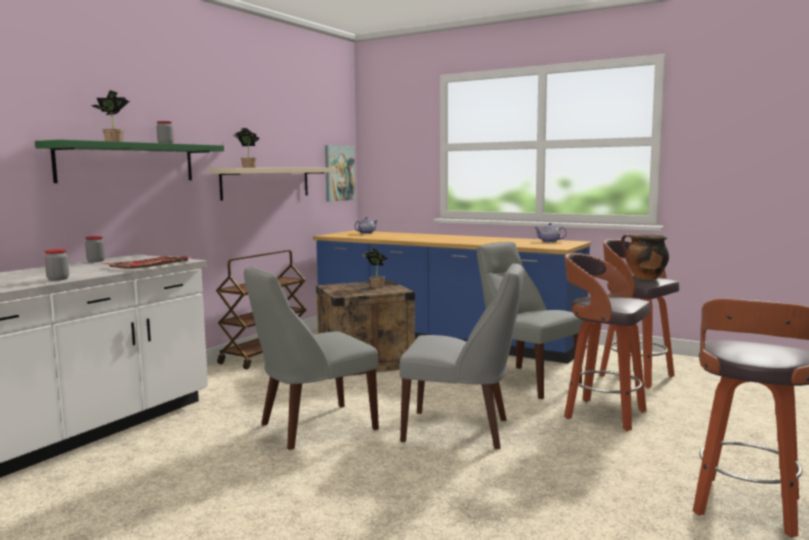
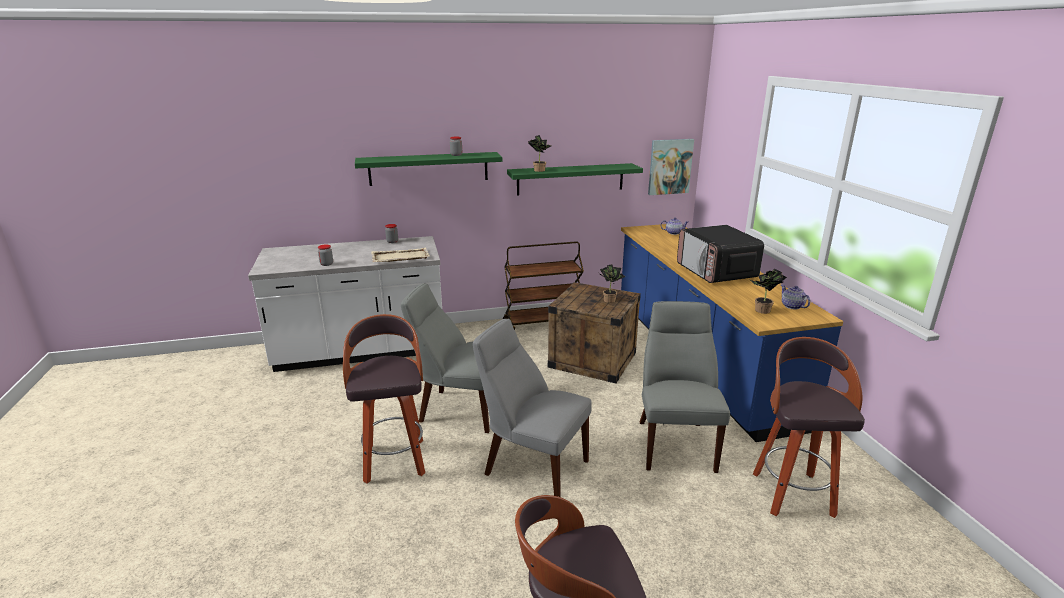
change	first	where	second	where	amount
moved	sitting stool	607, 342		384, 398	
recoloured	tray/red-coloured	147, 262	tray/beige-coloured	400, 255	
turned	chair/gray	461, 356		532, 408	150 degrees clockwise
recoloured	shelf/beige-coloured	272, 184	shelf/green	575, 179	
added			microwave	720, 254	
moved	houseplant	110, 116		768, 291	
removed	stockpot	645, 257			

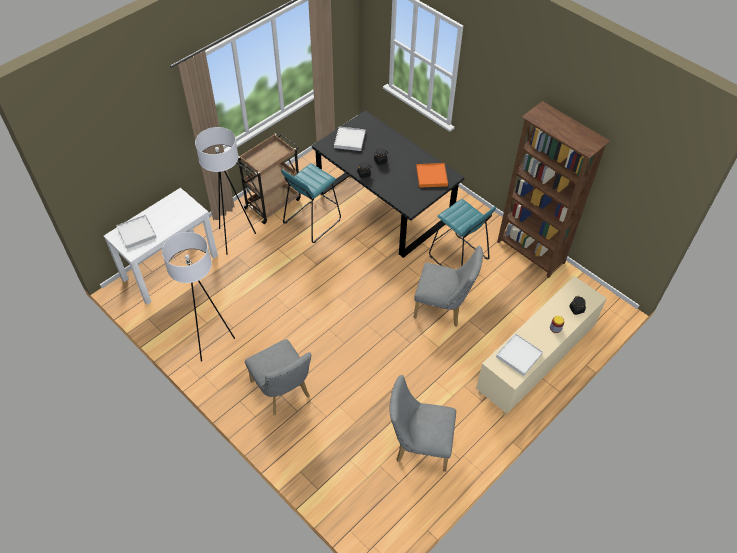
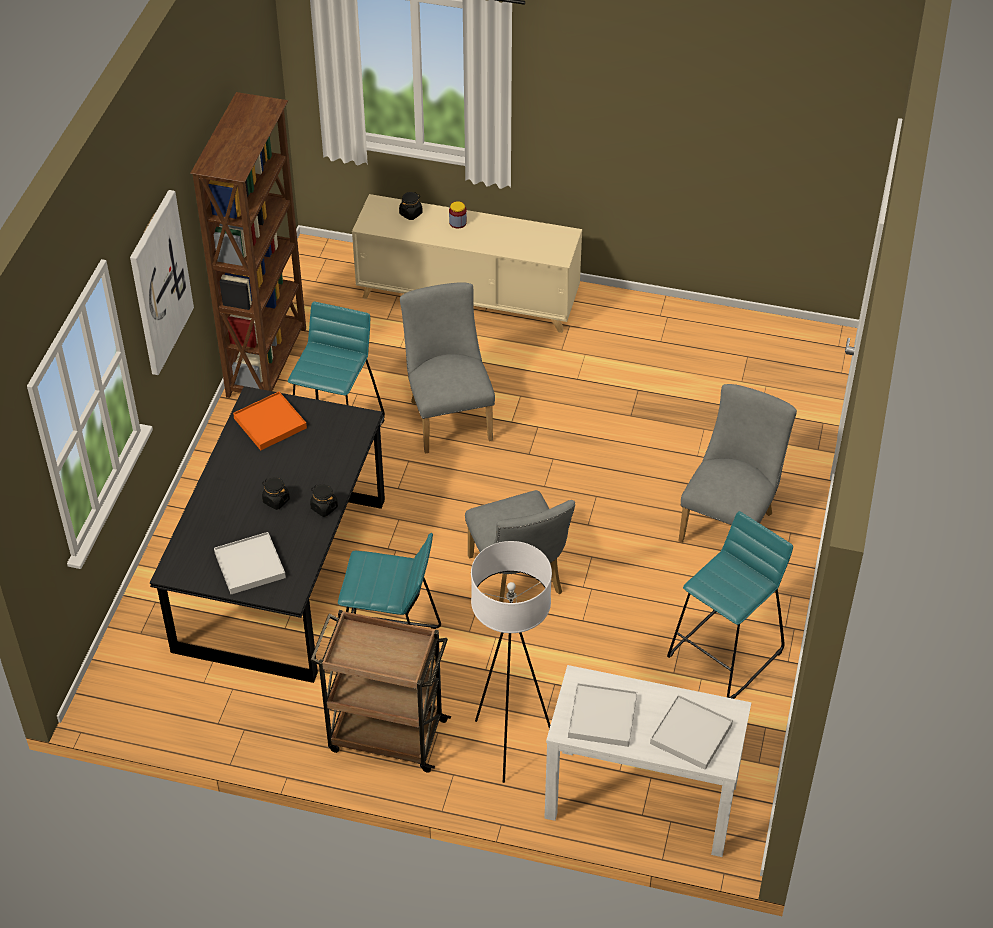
change	first	where	second	where	amount
added			wall picture	162, 282	
moved	chair/gray	422, 423		520, 546	
moved	tray/white-coloured	519, 354		602, 715	
replaced	standing lamp/white-coloured	198, 296	sitting stool/turquoise	730, 605	

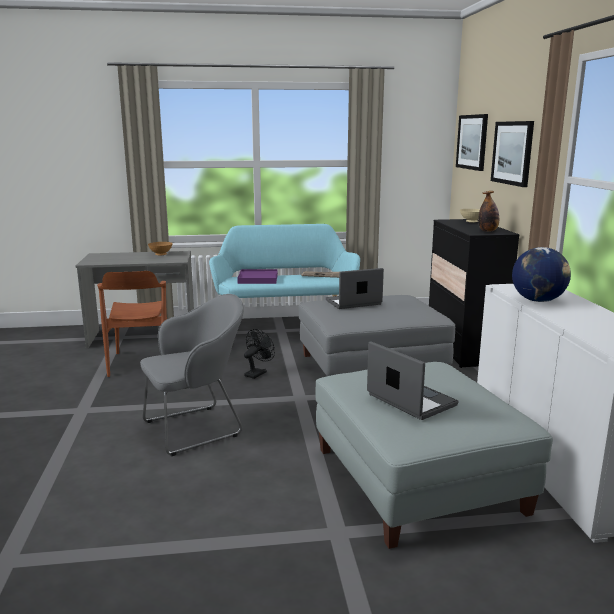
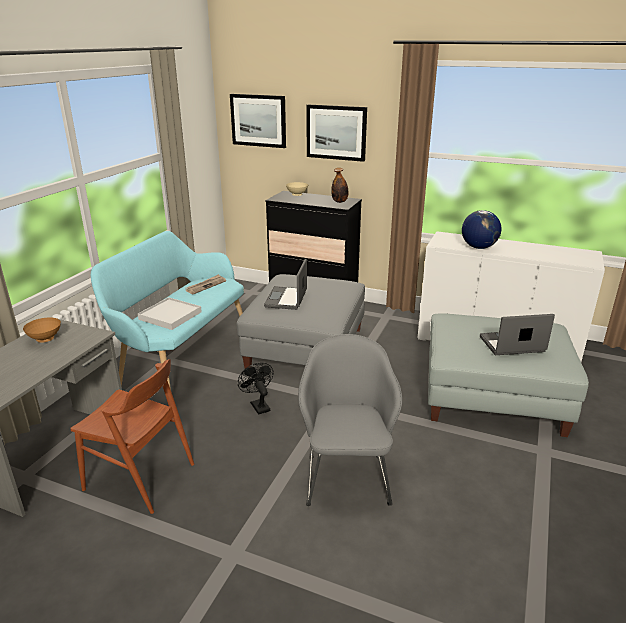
change	first	where	second	where	amount
recoloured	tray/purplish	257, 276	tray/white-coloured	170, 313	

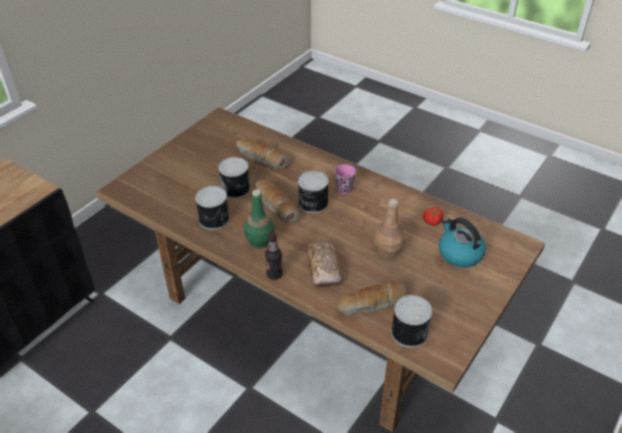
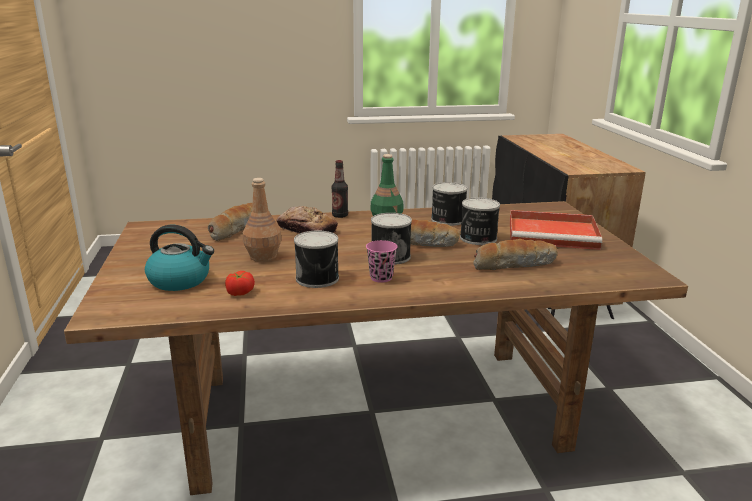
change	first	where	second	where	amount
moved	metal can	411, 321		316, 259	
added			tray/red-coloured	556, 230	

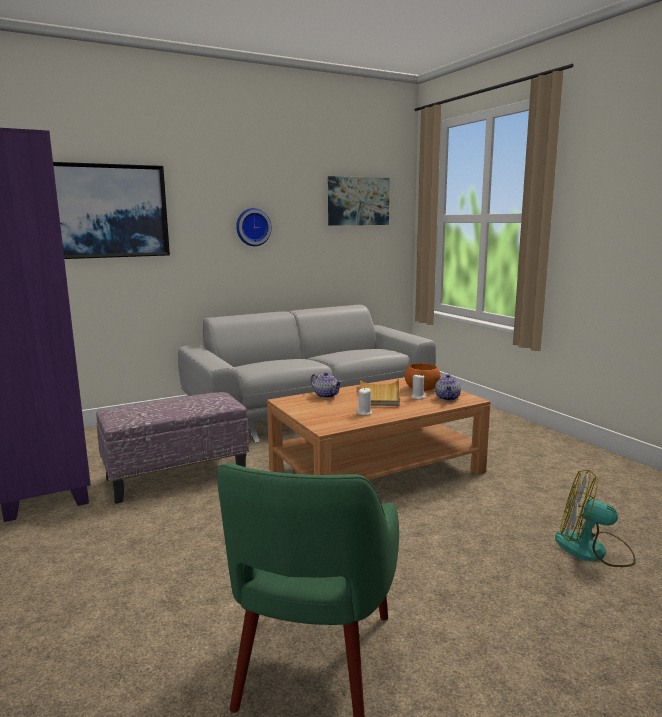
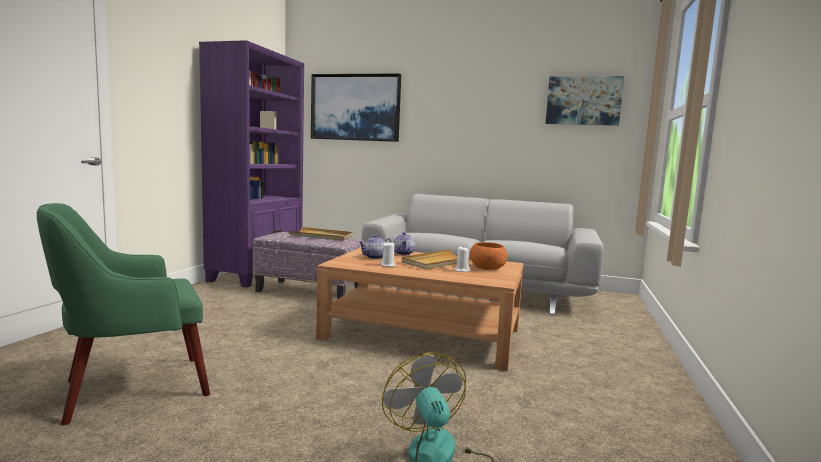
change	first	where	second	where	amount
added			tray/beige-coloured	320, 234	
moved	tea pot	448, 387		375, 247	
removed	hanging clock	254, 227			

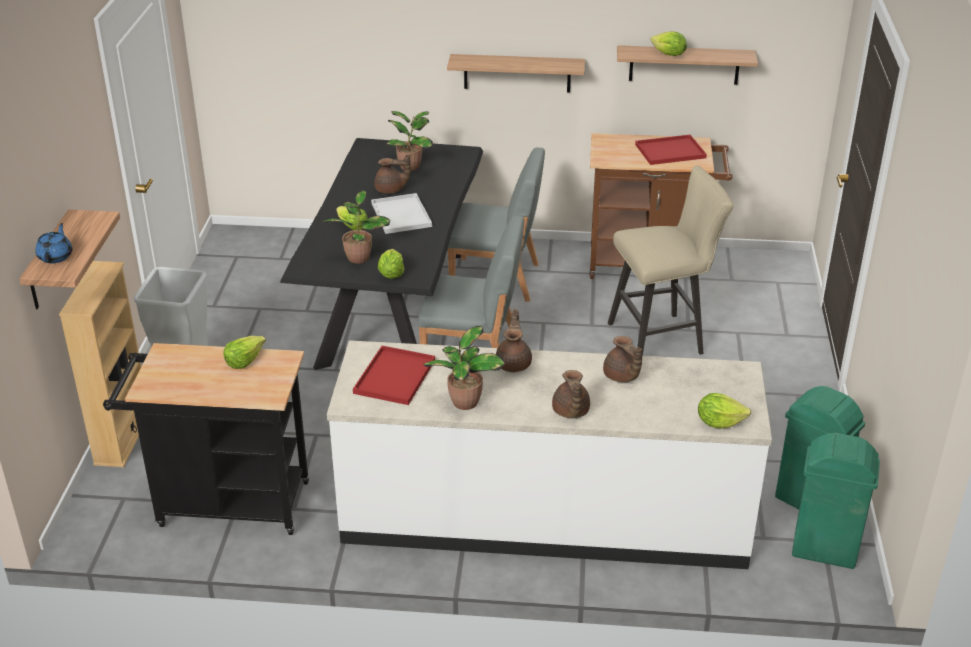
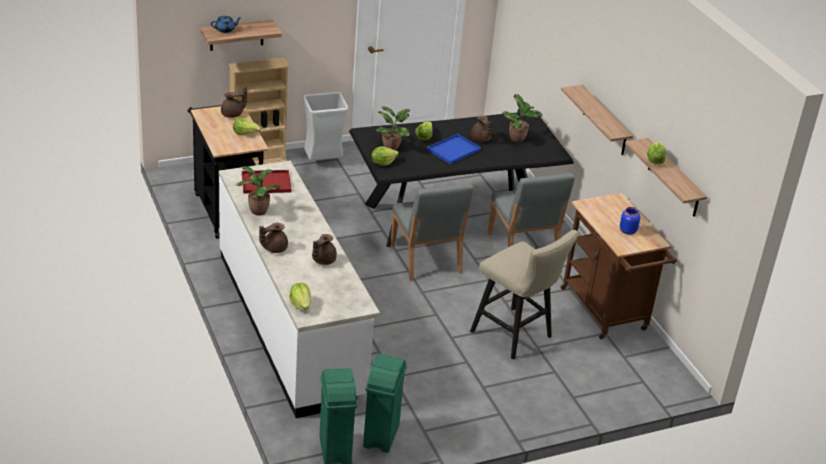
change	first	where	second	where	amount
moved	tea pot/brown-coloured	514, 340		234, 102	
recoloured	tray/white-coloured	401, 213	tray/blue-coloured	454, 149	
replaced	tray/red-coloured	671, 150	jar/blue-coloured	630, 221	

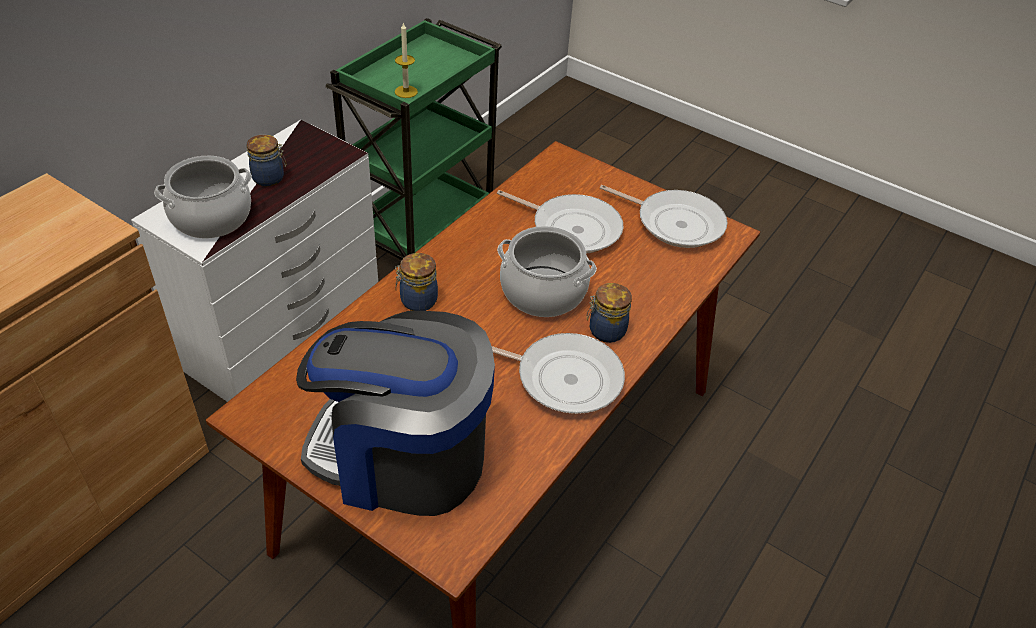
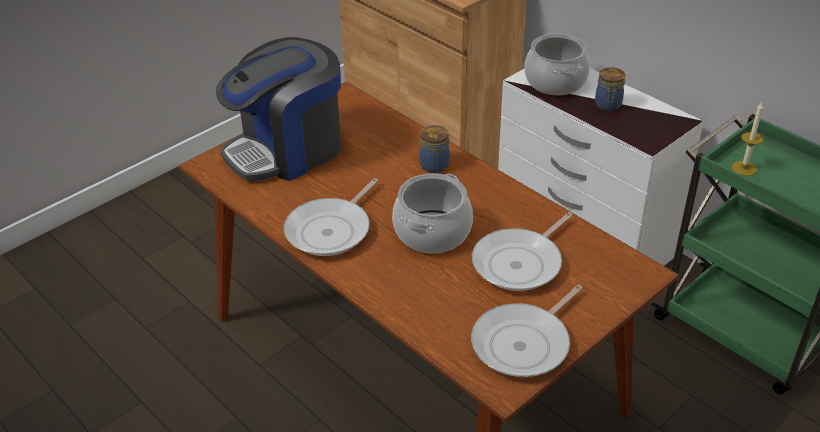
change	first	where	second	where	amount
turned	coffee machine	395, 413		278, 109	150 degrees counterclockwise
removed	jar	609, 313			

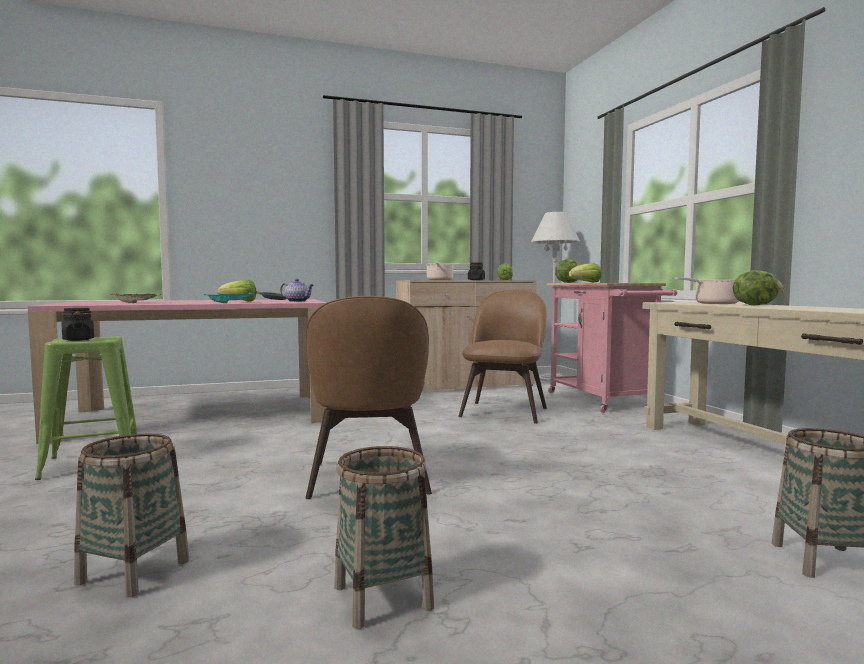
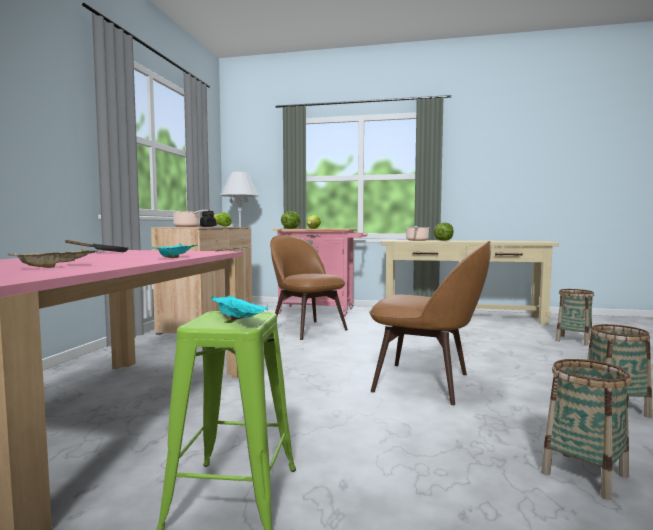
change	first	where	second	where	amount
replaced	jar/black-coloured	78, 324	tray/turquoise	239, 308	
removed	head of lettuce	236, 290			
removed	tea pot	297, 290			

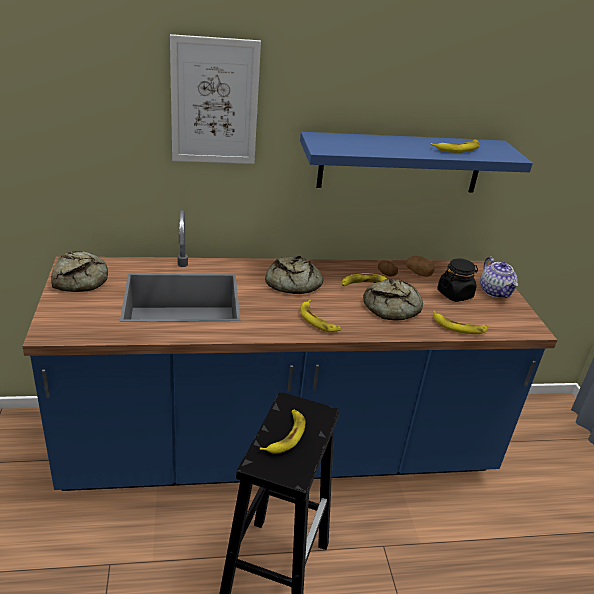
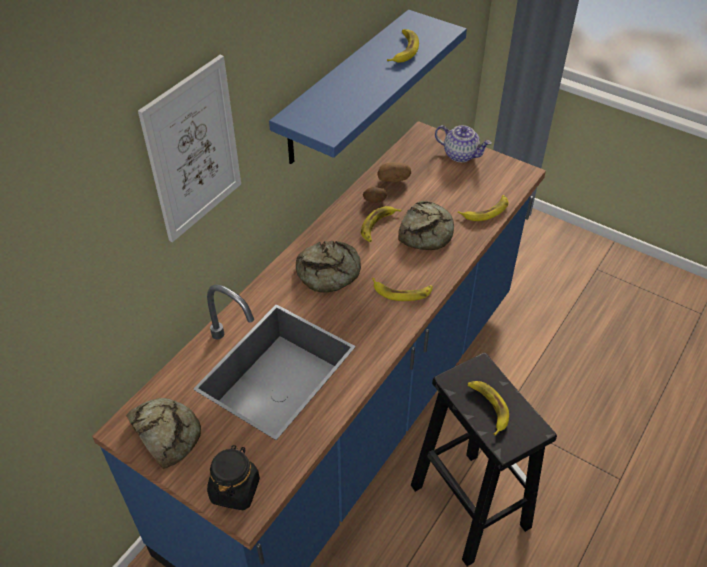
change	first	where	second	where	amount
moved	jar/black-coloured	457, 280		233, 477	

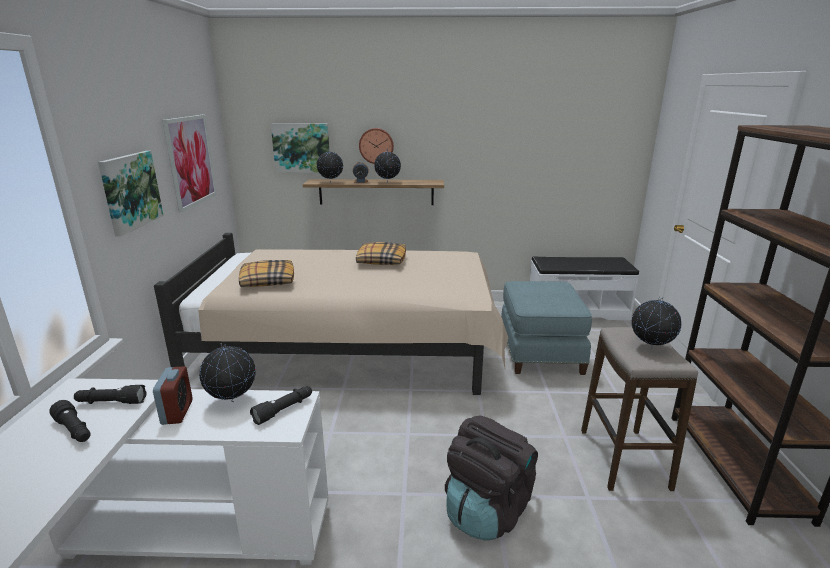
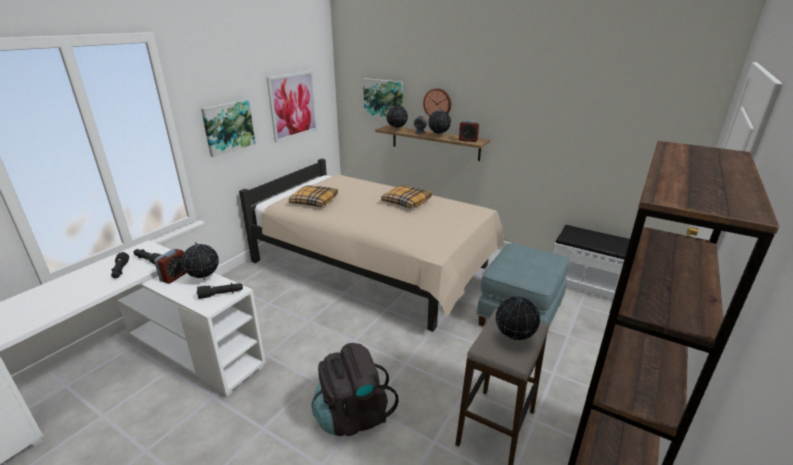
change	first	where	second	where	amount
added			bedside clock	469, 131	

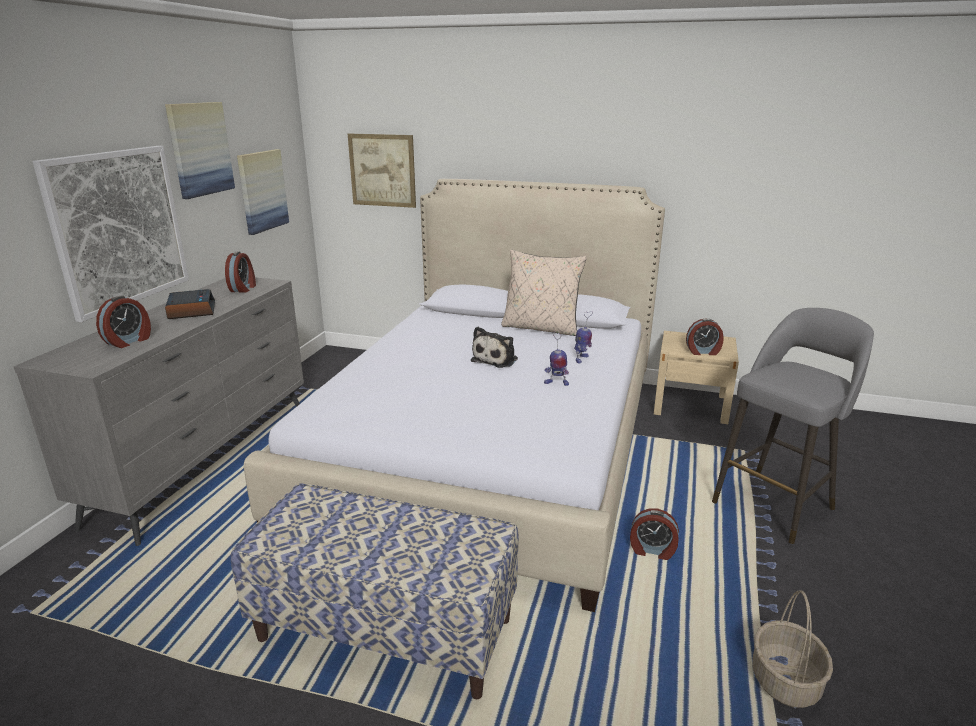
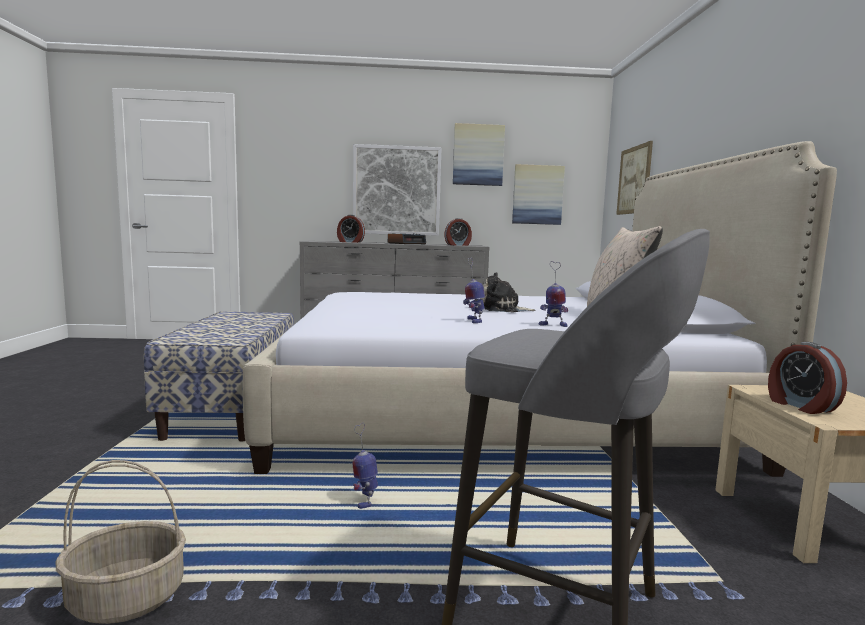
change	first	where	second	where	amount
replaced	bedside clock	654, 534	toy robot	365, 466	

